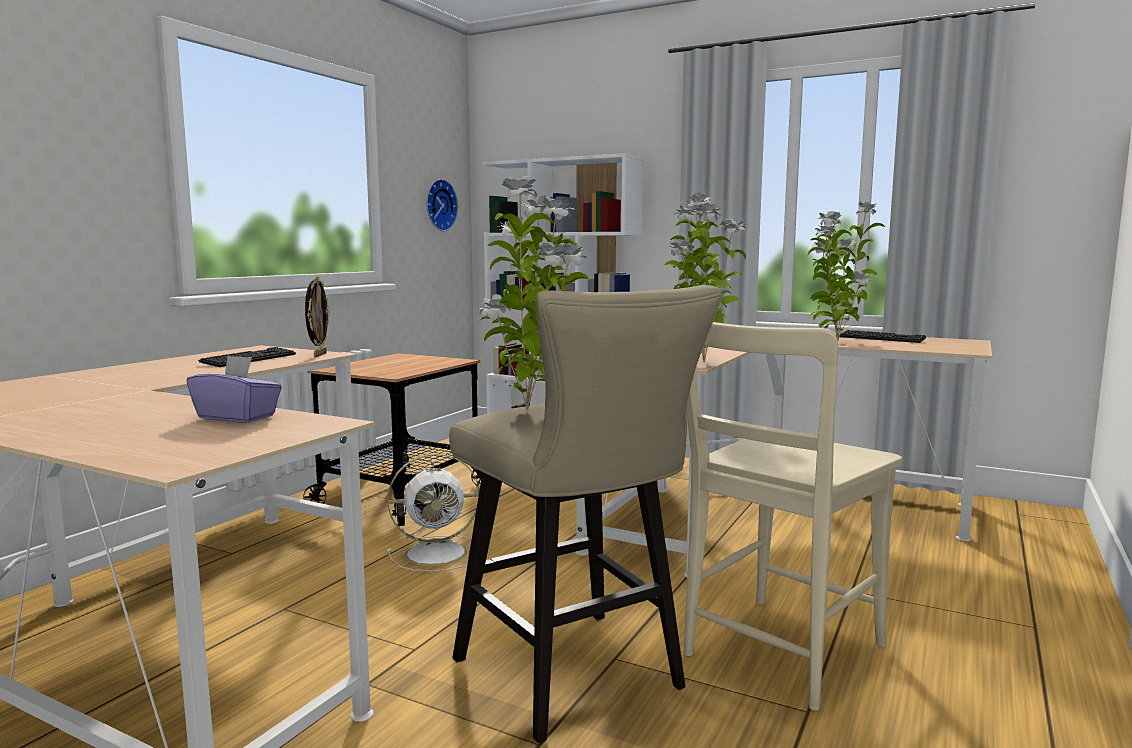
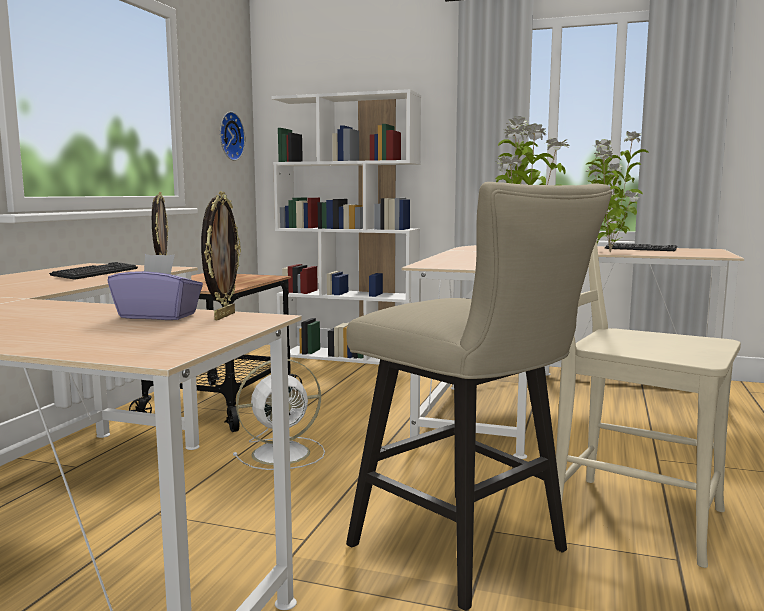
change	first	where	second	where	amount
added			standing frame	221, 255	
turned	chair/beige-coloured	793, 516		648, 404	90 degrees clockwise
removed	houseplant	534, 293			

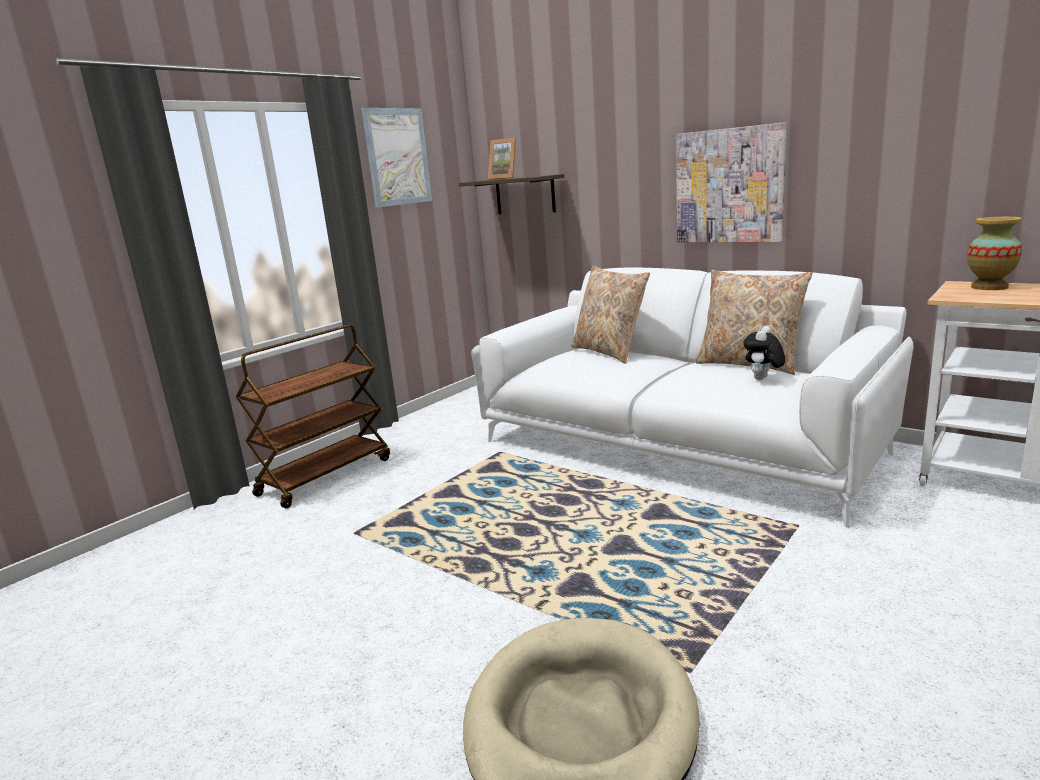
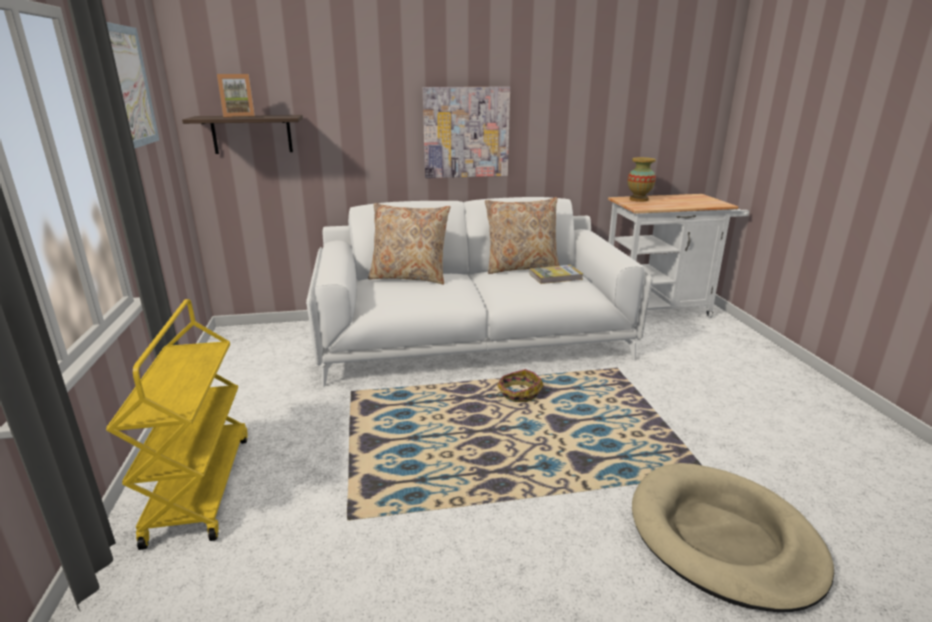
change	first	where	second	where	amount
recoloured	wheeled cart/brown-coloured	313, 416	wheeled cart/yellowish	176, 424	
added			storage basket	520, 385	
replaced	soft toy	764, 353	volume	556, 274	

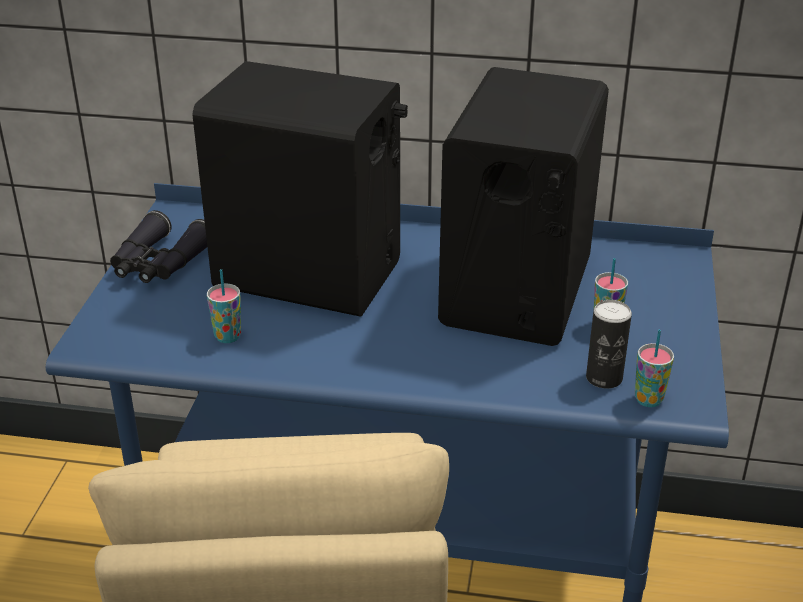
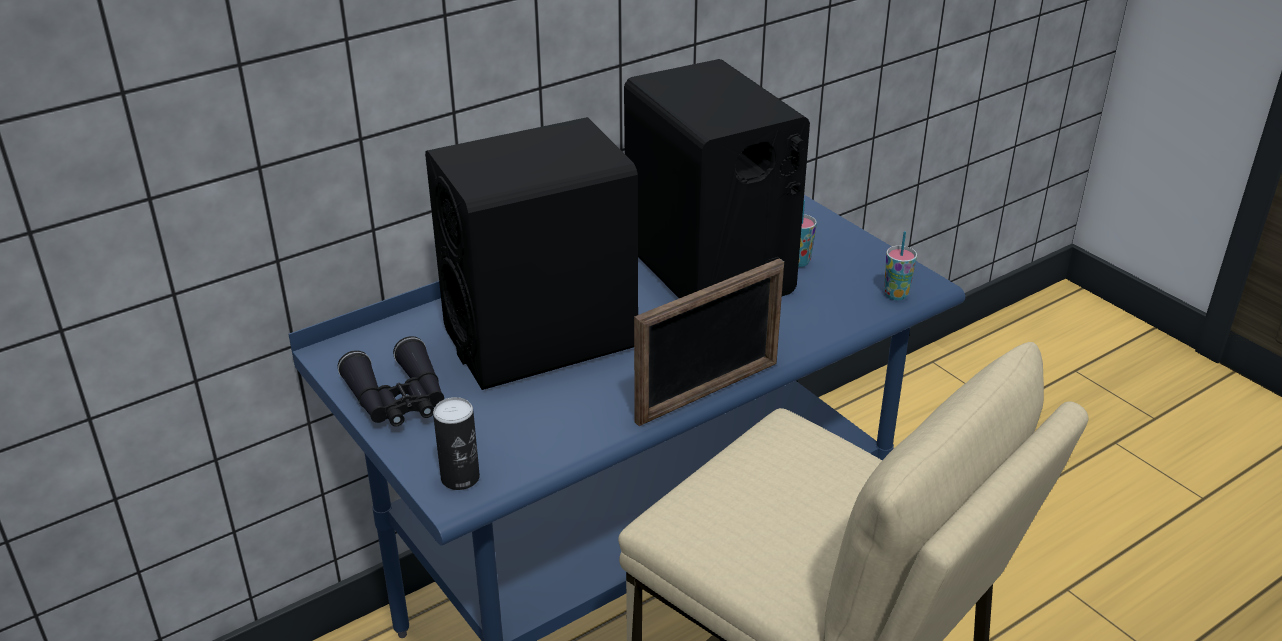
change	first	where	second	where	amount
moved	metal can	609, 344		456, 443	
added			standing frame	709, 342	
removed	drinking cup	224, 306			

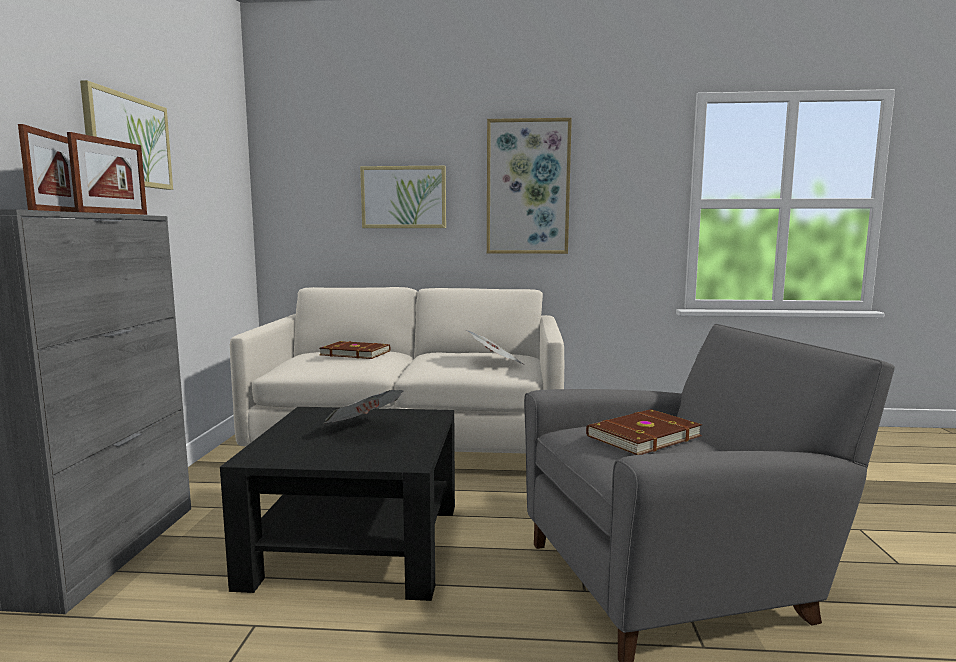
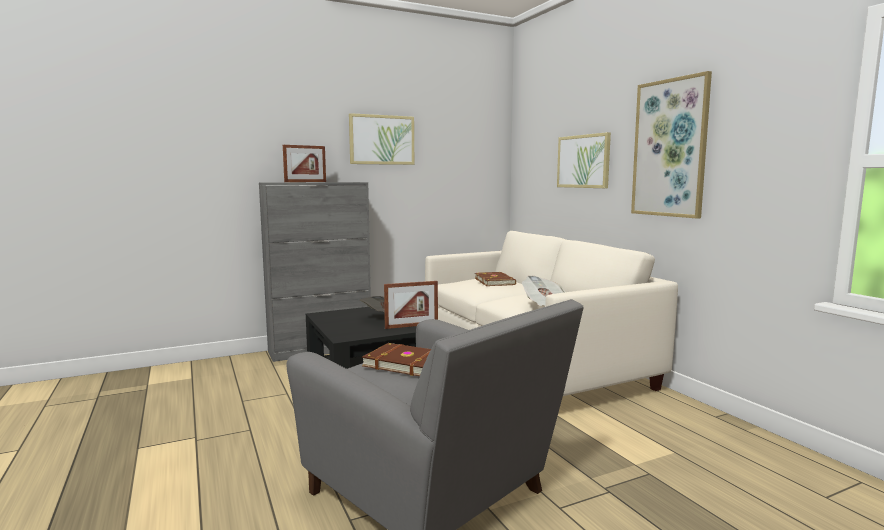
change	first	where	second	where	amount
moved	standing frame	107, 173		411, 305	

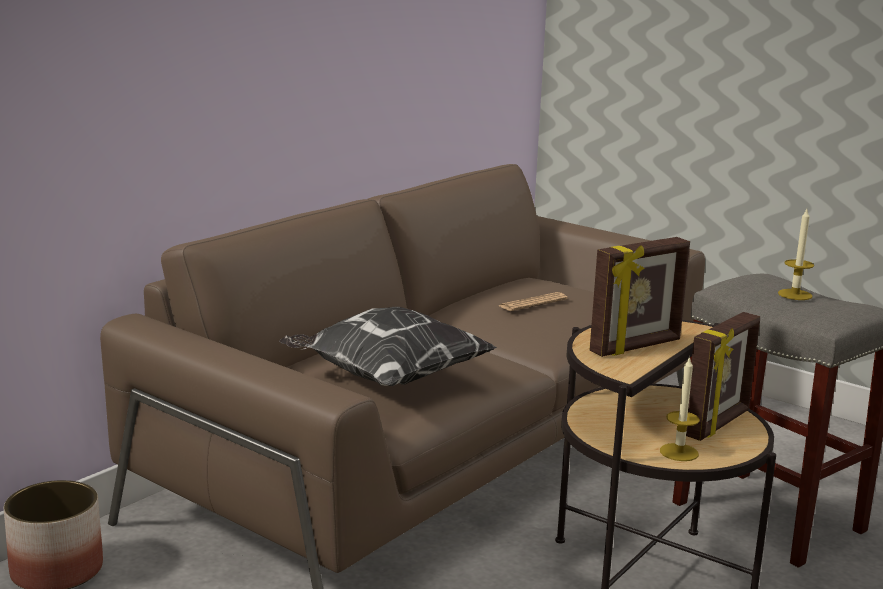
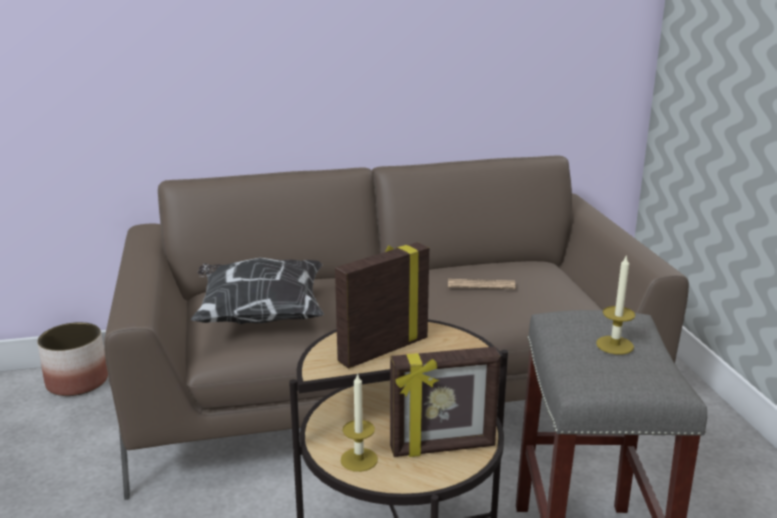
change	first	where	second	where	amount
turned	standing frame	640, 297		382, 305	135 degrees clockwise

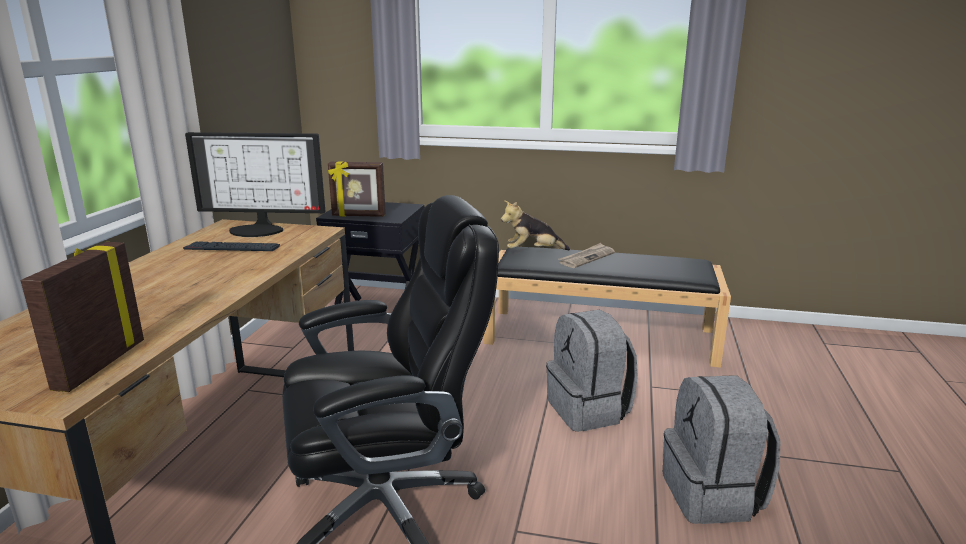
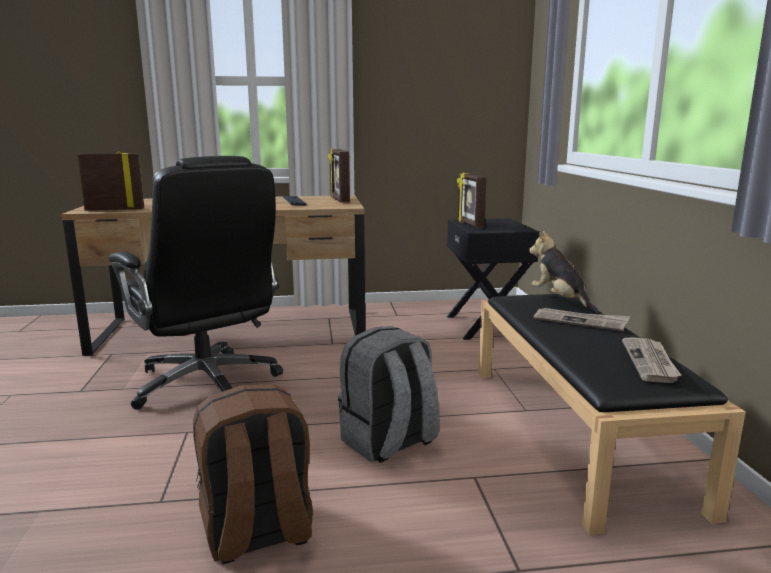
change	first	where	second	where	amount
recoloured	knapsack/gray	721, 449	knapsack/brown-coloured	253, 474	
replaced	monitor	255, 184	standing frame	339, 175	
added			newspaper	651, 360	

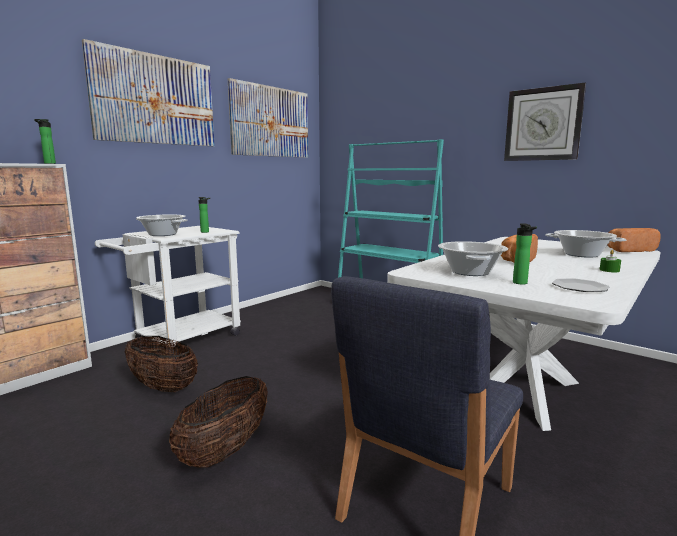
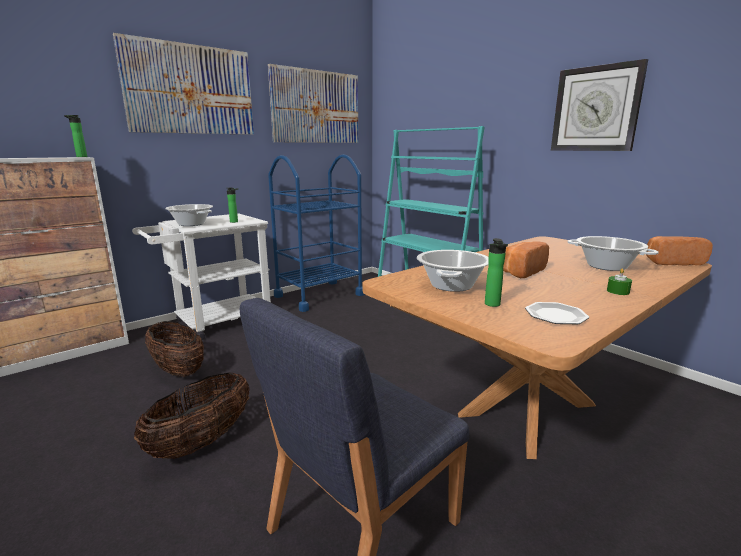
change	first	where	second	where	amount
added			wheeled cart/blue-coloured	316, 233	
recoloured	dinner table/white-coloured	524, 334	dinner table/brown-coloured	537, 347	

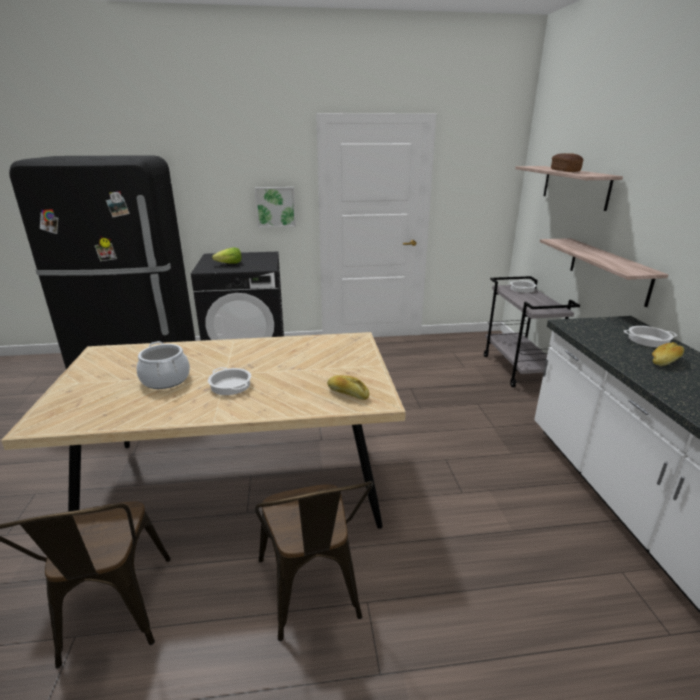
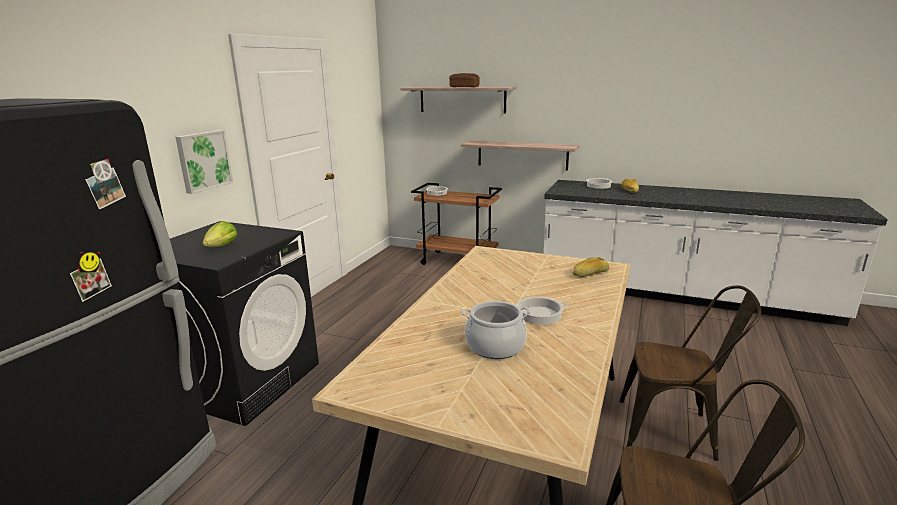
change	first	where	second	where	amount
recoloured	wheeled cart/gray	532, 331	wheeled cart/brown-coloured	456, 224	

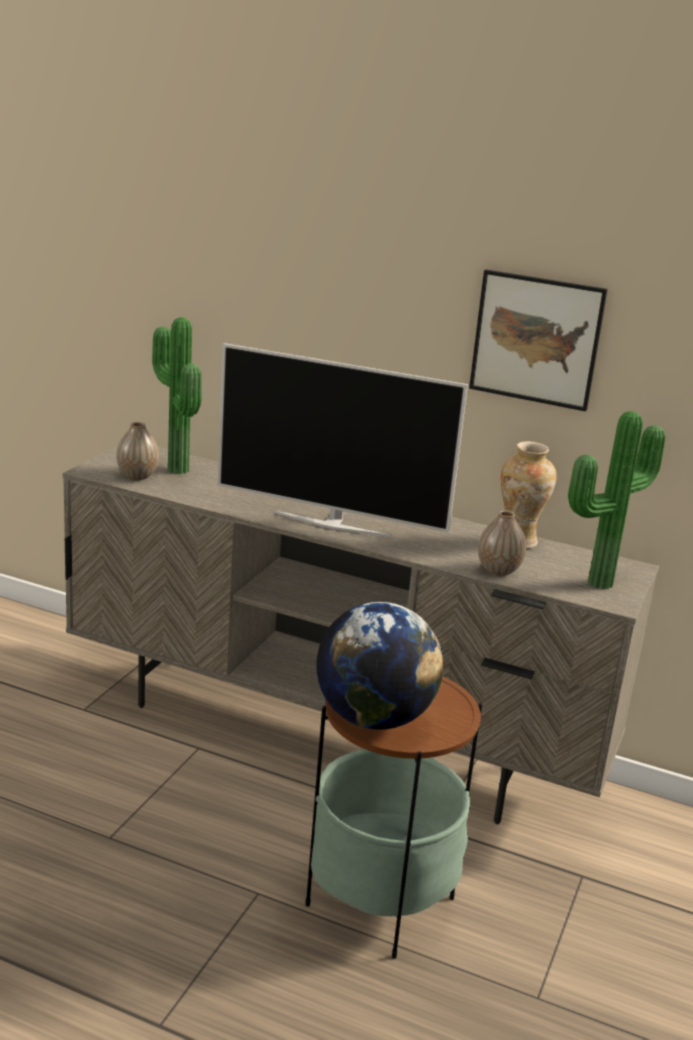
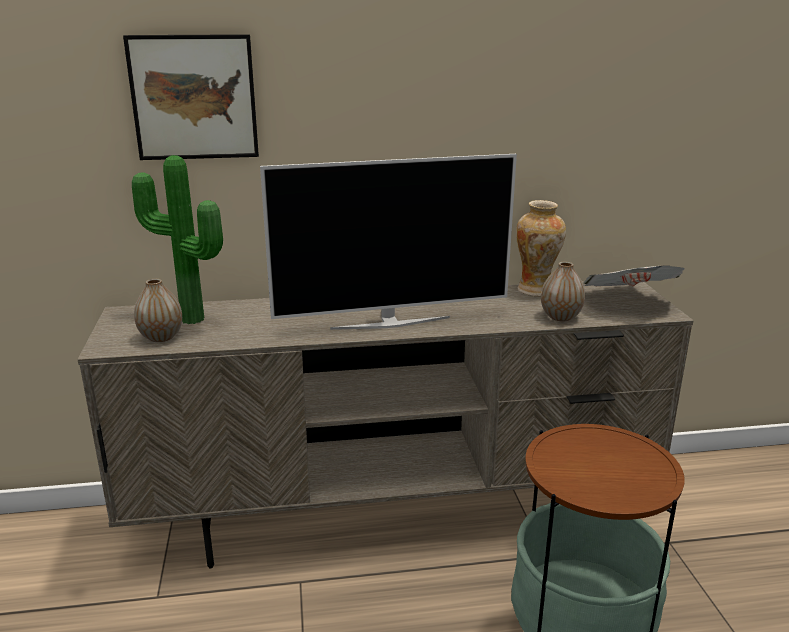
change	first	where	second	where	amount
moved	wall picture	538, 340		191, 97	
replaced	houseplant	617, 500	newspaper	634, 275	
removed	desk globe	379, 666			

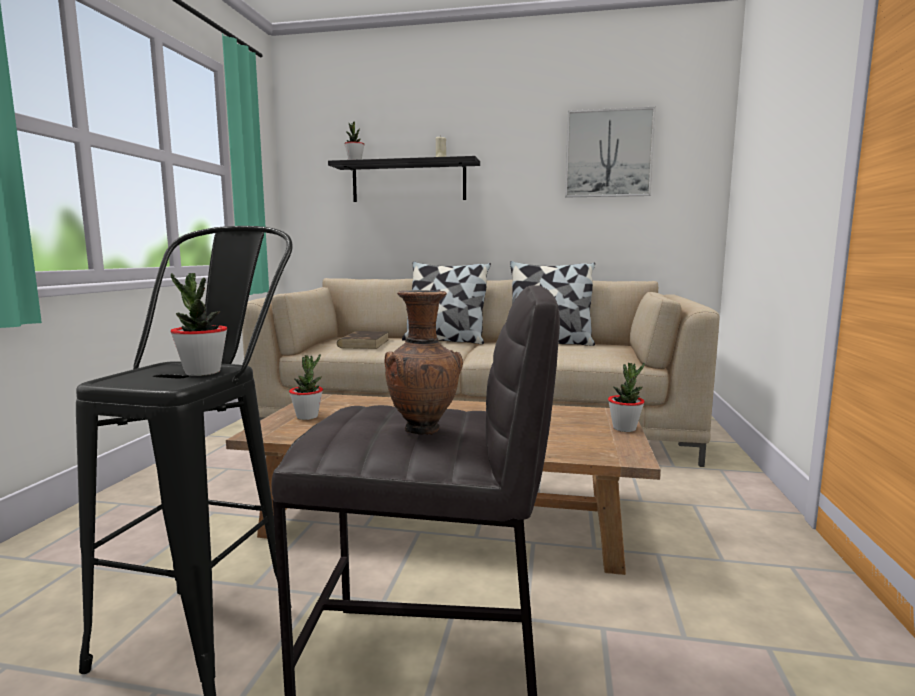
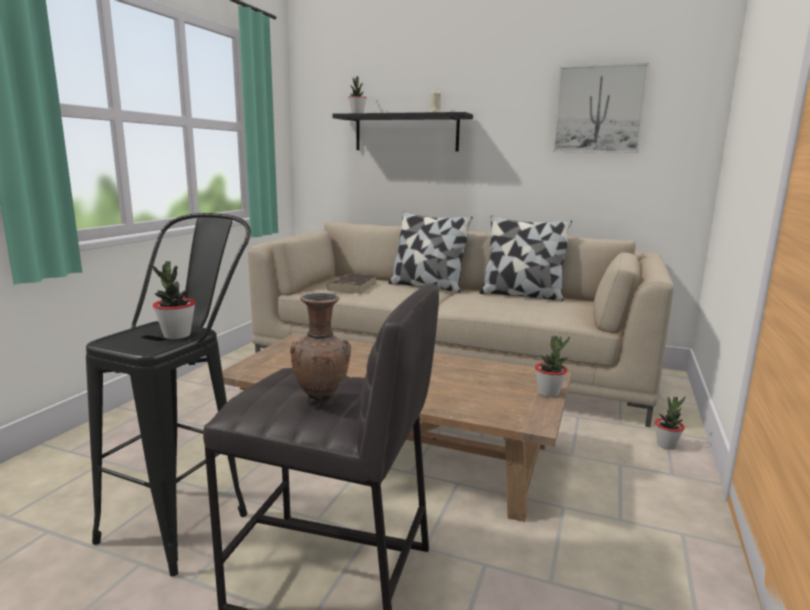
change	first	where	second	where	amount
moved	houseplant	306, 387		670, 423	

